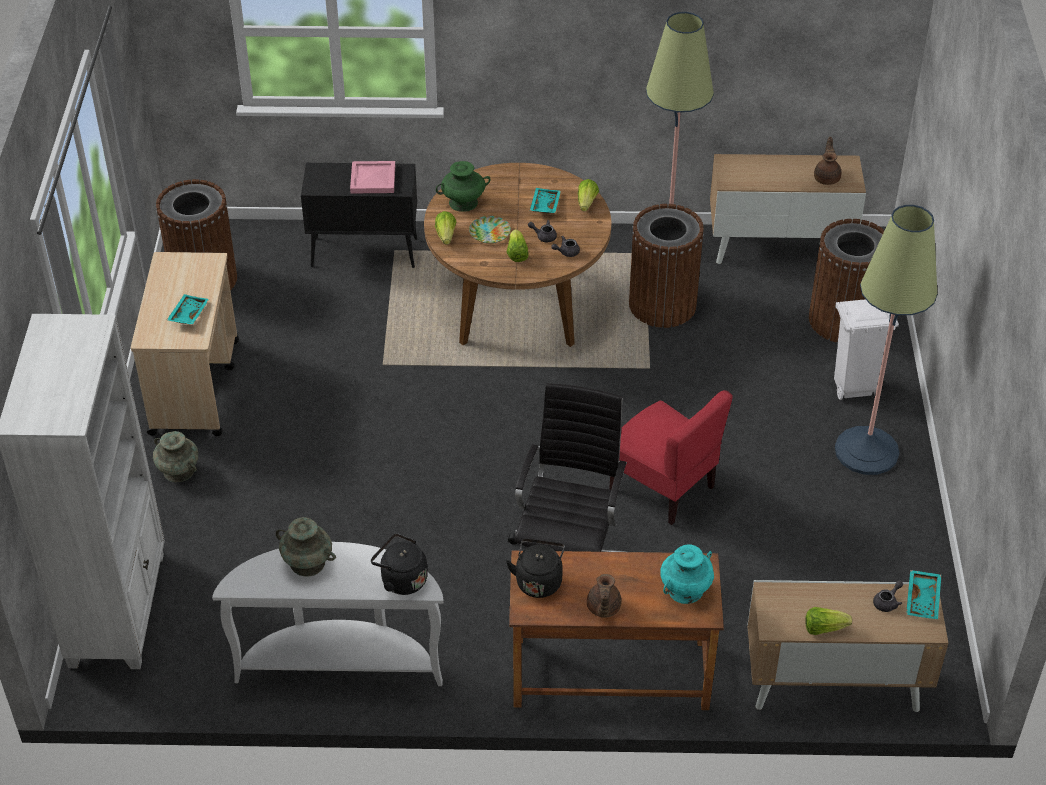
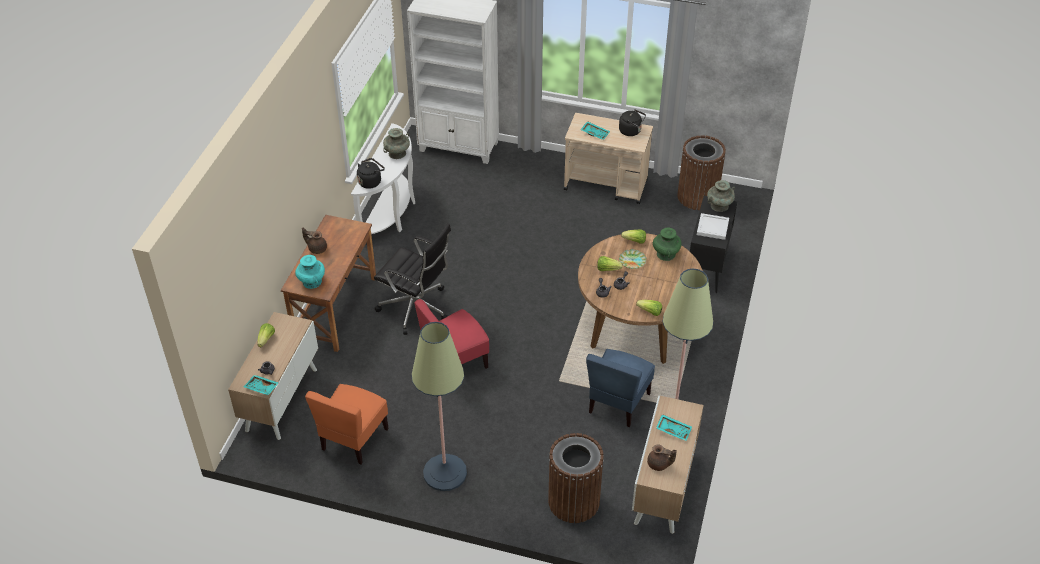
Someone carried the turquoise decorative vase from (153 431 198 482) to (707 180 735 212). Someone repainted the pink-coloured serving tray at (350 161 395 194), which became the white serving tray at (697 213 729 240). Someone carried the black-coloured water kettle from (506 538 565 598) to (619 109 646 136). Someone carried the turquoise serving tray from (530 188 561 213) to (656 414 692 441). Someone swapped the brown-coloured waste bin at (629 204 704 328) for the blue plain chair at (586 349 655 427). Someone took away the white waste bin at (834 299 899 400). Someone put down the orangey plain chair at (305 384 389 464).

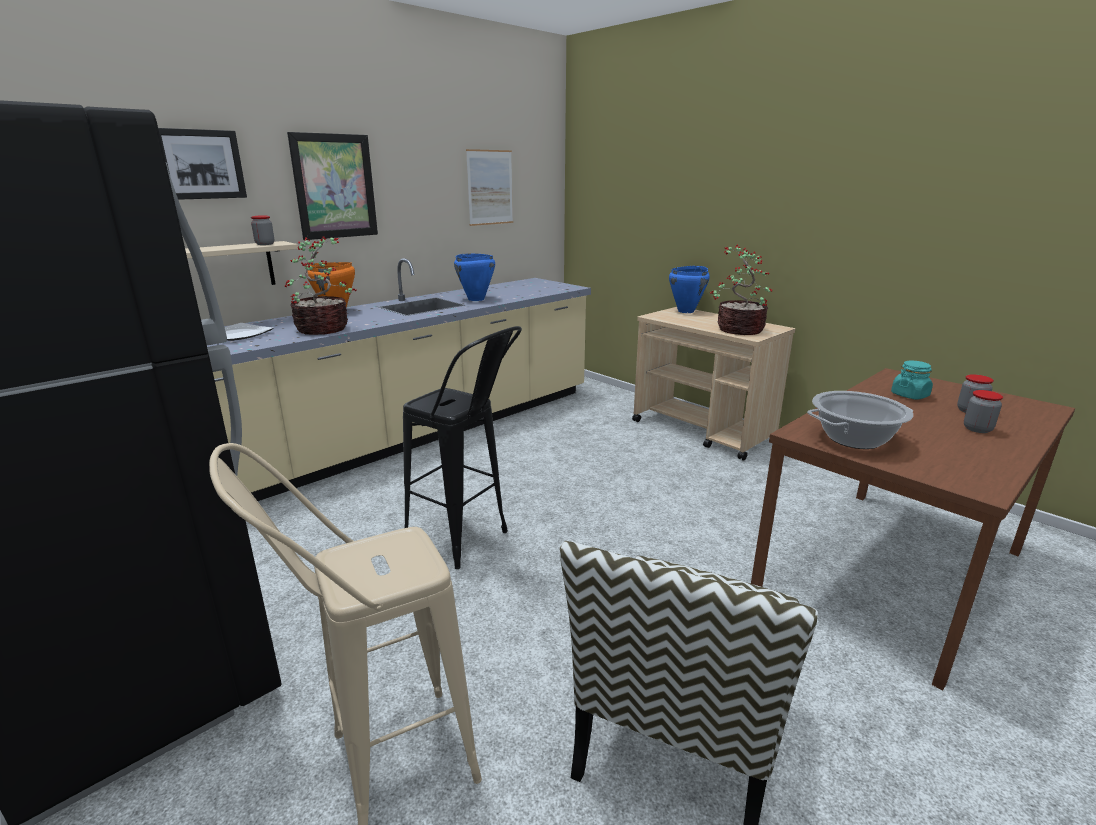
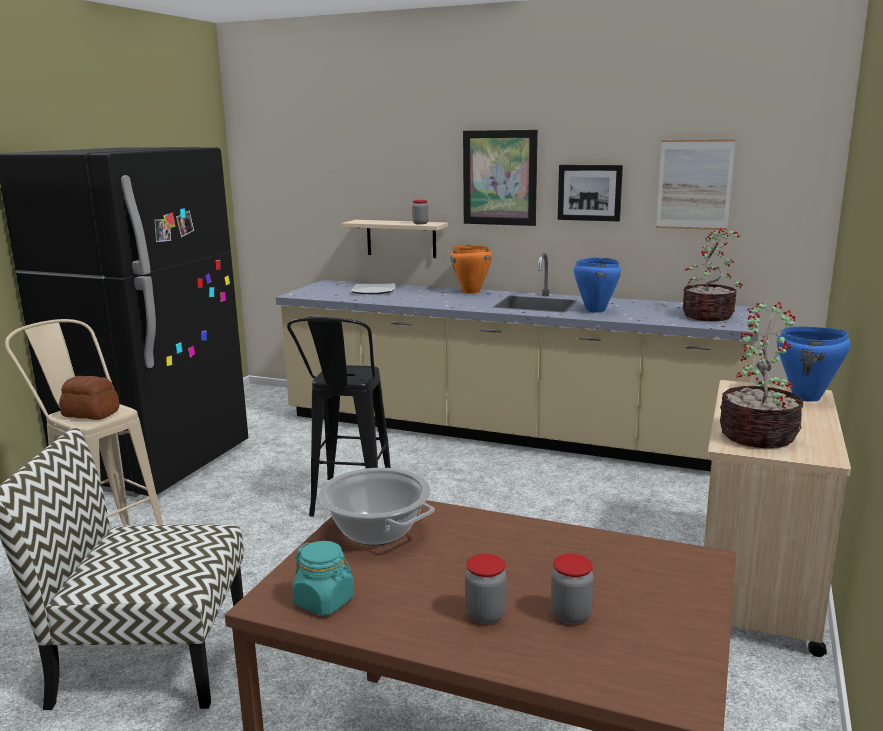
Someone carried the picture from (158 128 247 200) to (558 165 623 221). Someone carried the houseplant from (285 236 356 335) to (682 228 743 321). Someone carried the turquoise jar from (891 361 933 400) to (293 541 354 615). Someone put down the baked bread at (59 376 120 420).

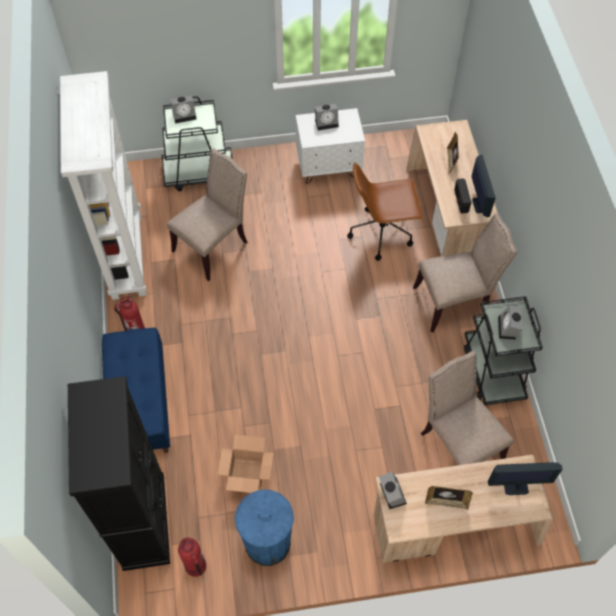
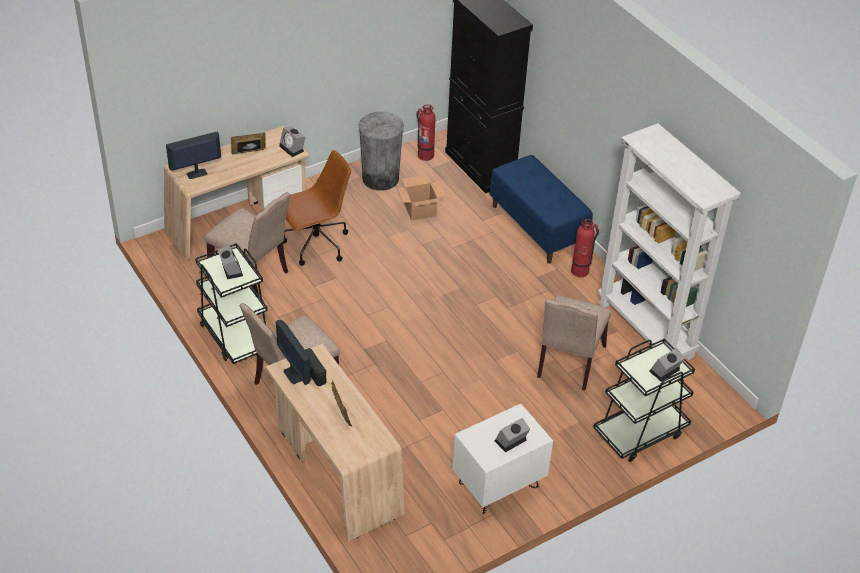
Someone repainted the blue waste bin at (235 490 294 566), which became the grey waste bin at (358 112 404 191). Someone carried the brown-coloured desk chair from (347 162 423 261) to (283 150 351 266).

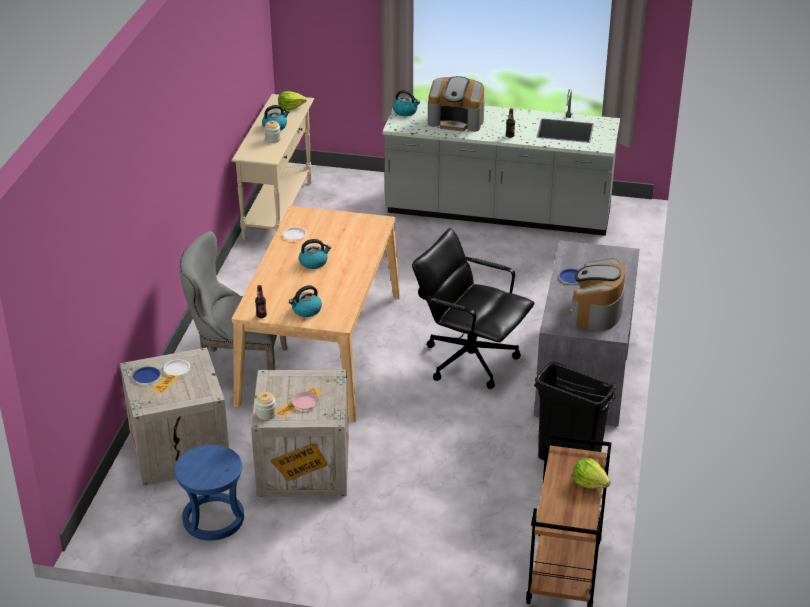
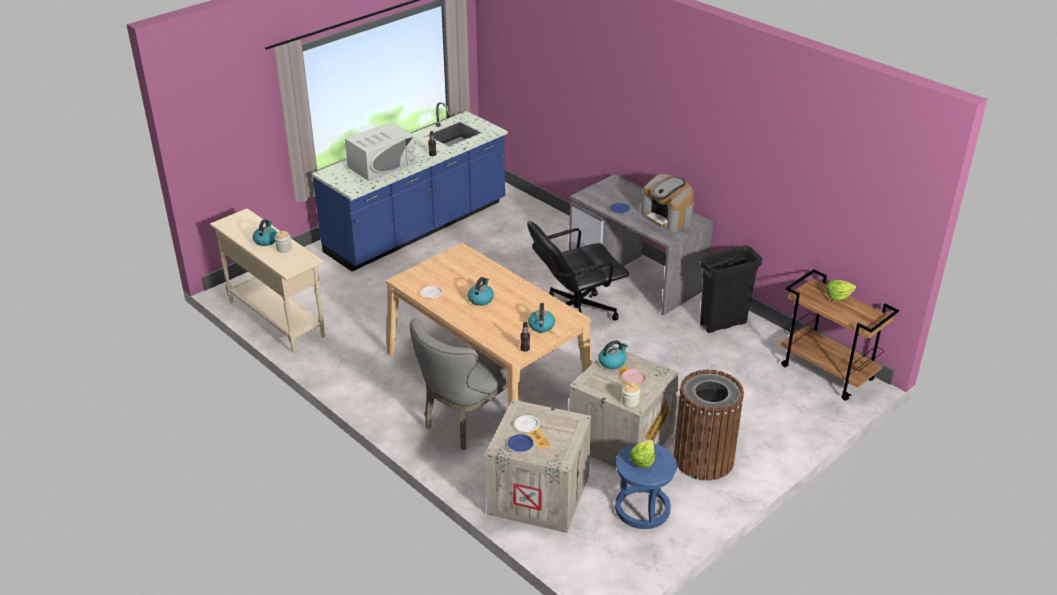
Someone carried the head of lettuce from (278 91 307 111) to (629 439 655 468). Someone repainted the grey kitchen counter at (383 89 620 236), which became the blue kitchen counter at (311 102 508 272). Someone carried the water kettle from (393 90 420 116) to (598 340 628 369). Someone swapped the coffee machine at (428 76 485 132) for the white microwave at (345 122 416 181). Someone put down the brown-coloured waste bin at (674 370 744 480).

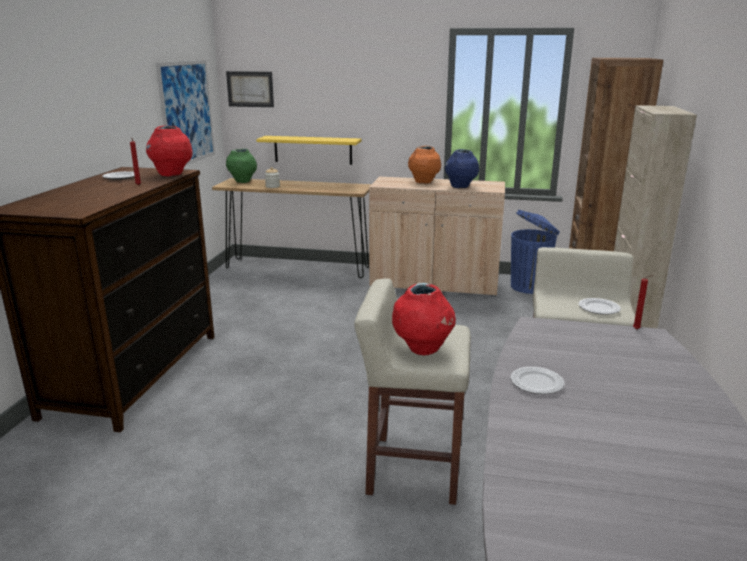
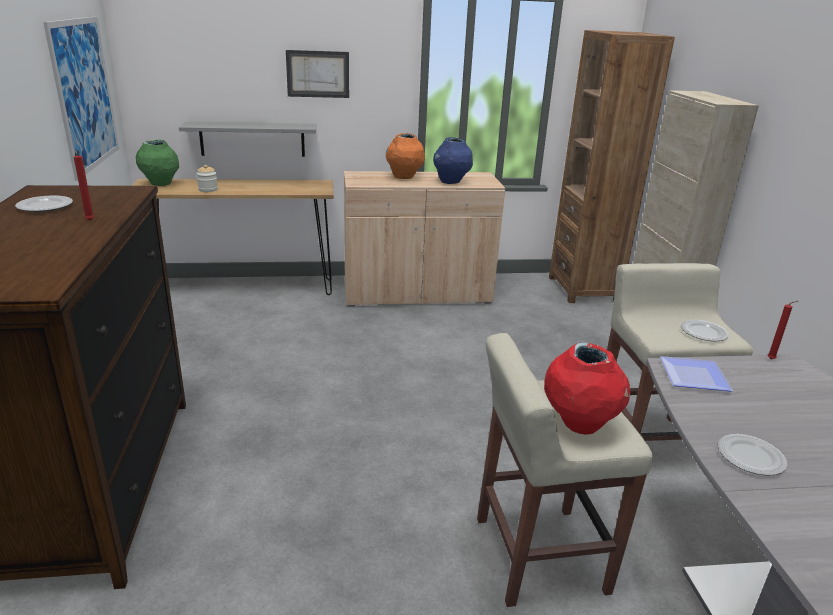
Someone took away the red-coloured decorative vase at (146 125 193 176). Someone carried the picture from (226 71 274 107) to (286 50 349 98). Someone repainted the yellow wall shelf at (256 136 362 165), which became the grey wall shelf at (179 121 316 157). Someone took away the blue waste bin at (511 210 560 294). Someone put down the plate at (660 356 733 391).

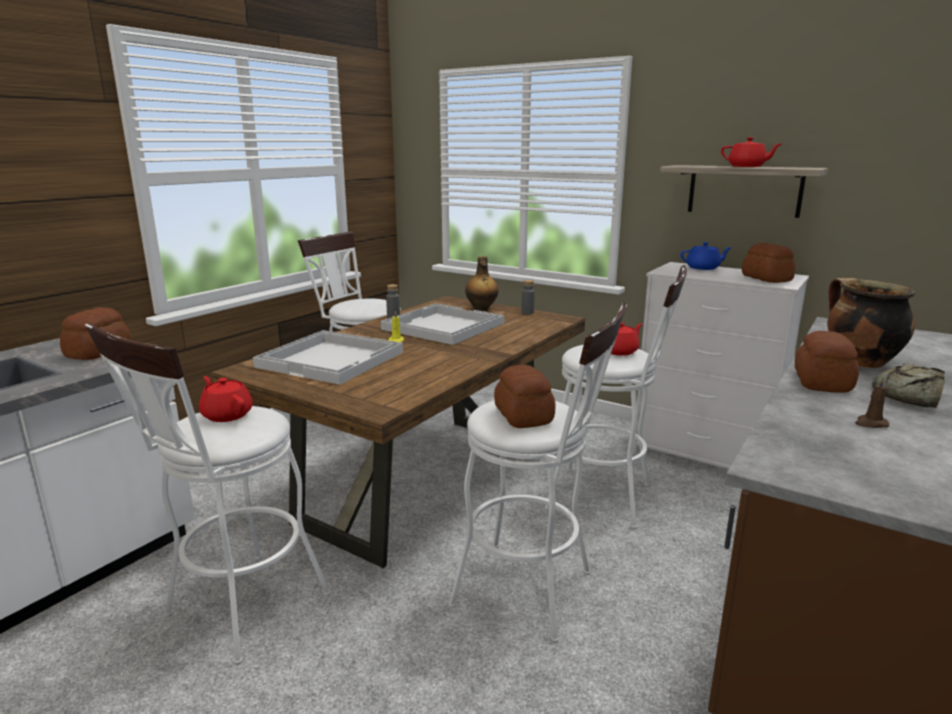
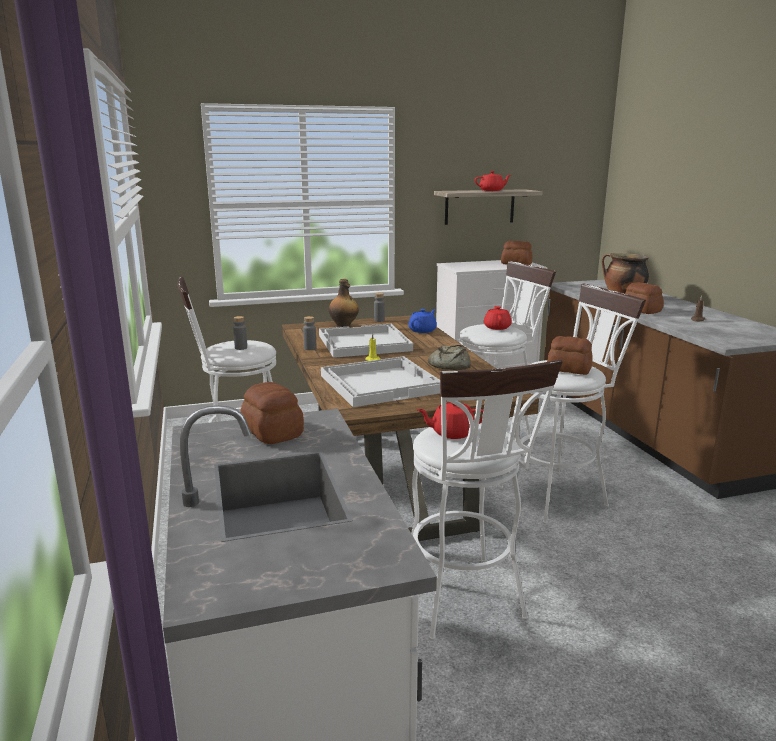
Someone carried the blue tea pot from (680 242 732 270) to (408 309 437 333). Someone carried the baked bread from (872 363 945 408) to (428 345 471 370). Someone put down the grey drink bottle at (233 316 247 350).

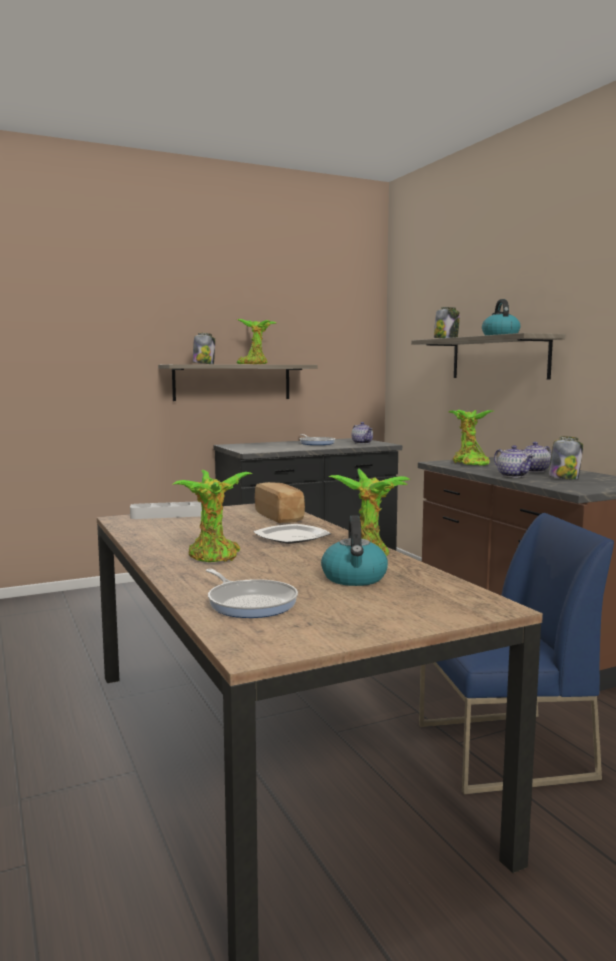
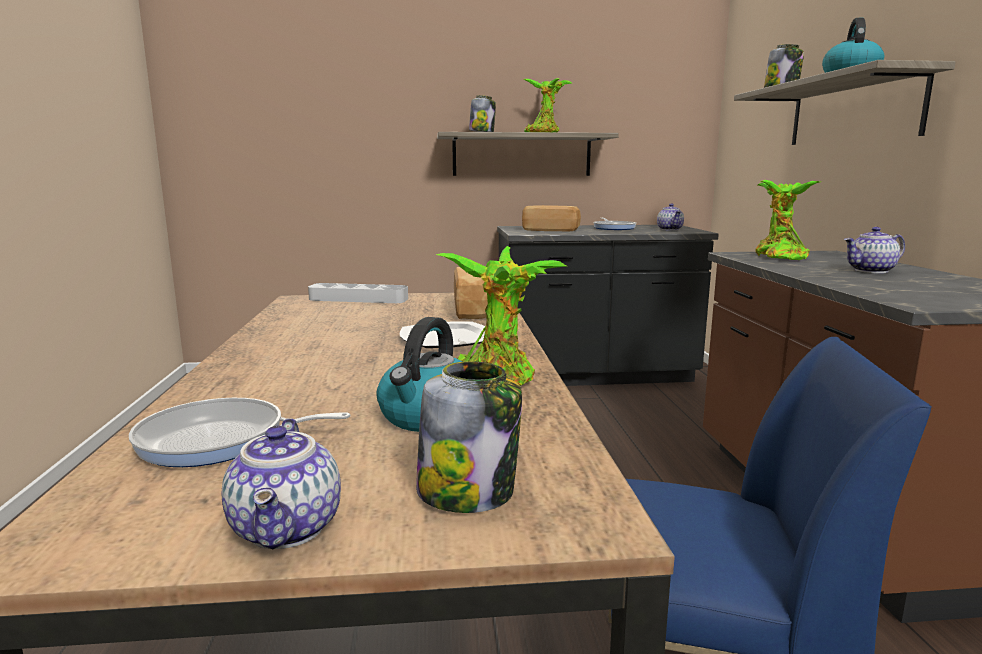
Someone took away the houseplant at (172 470 253 562). Someone rotated the frying pan at (206 569 298 618) by 105 degrees clockwise. Someone carried the tea pot from (494 445 534 478) to (221 418 341 549). Someone carried the jar from (549 436 583 480) to (416 361 522 513). Someone put down the baked bread at (522 205 581 231).

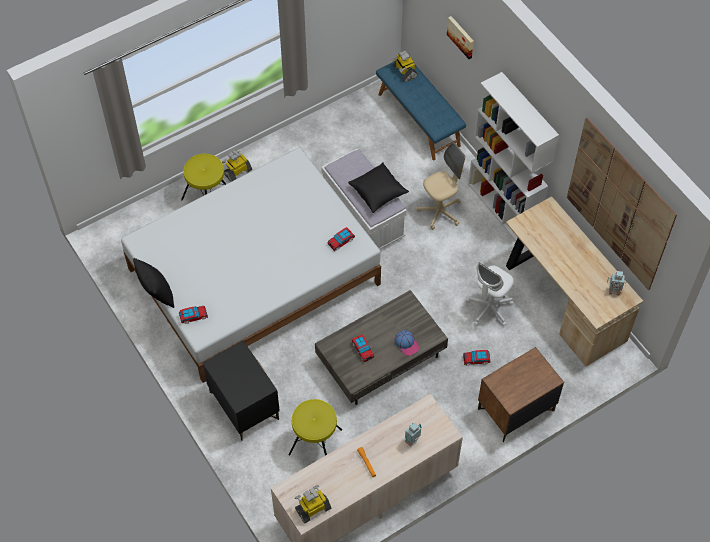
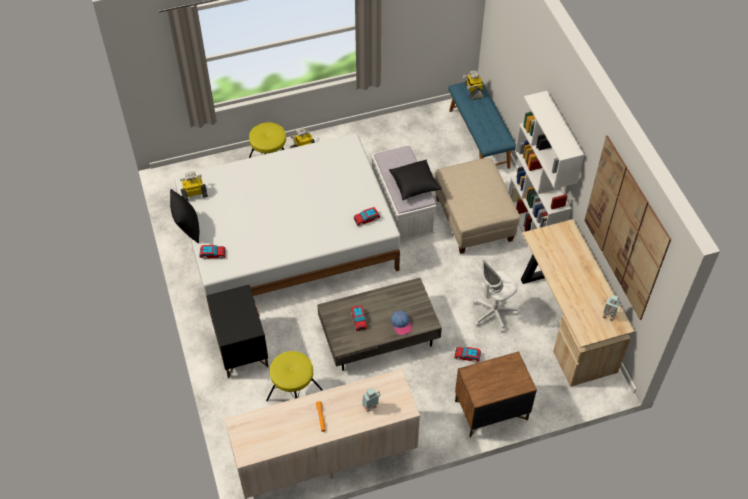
Someone carried the toy robot from (295 485 331 523) to (180 172 208 201). Someone swapped the sand-coloured desk chair at (417 142 466 230) for the sand-coloured ottoman at (434 158 520 254). Someone took away the picture at (447 16 474 59).

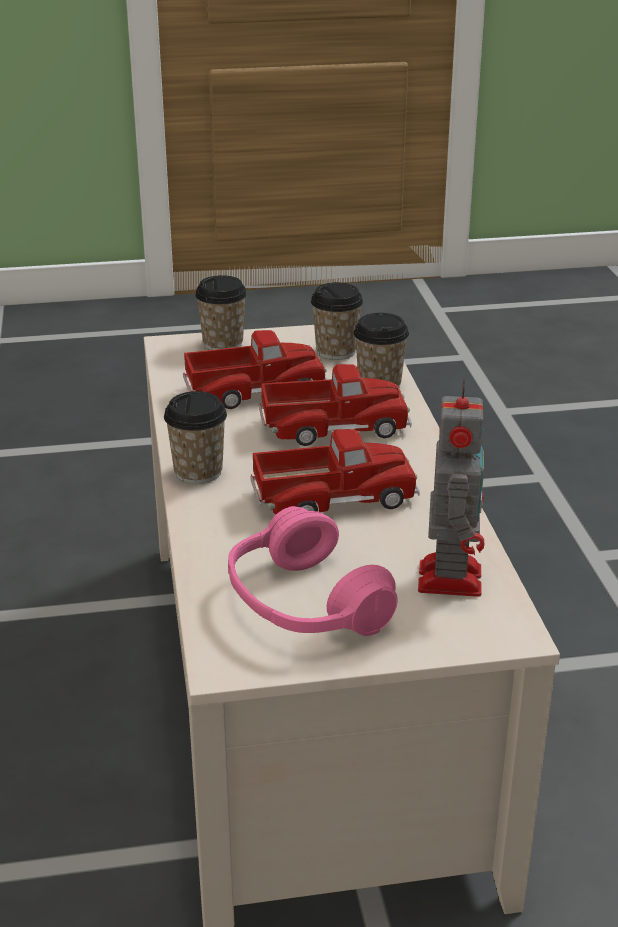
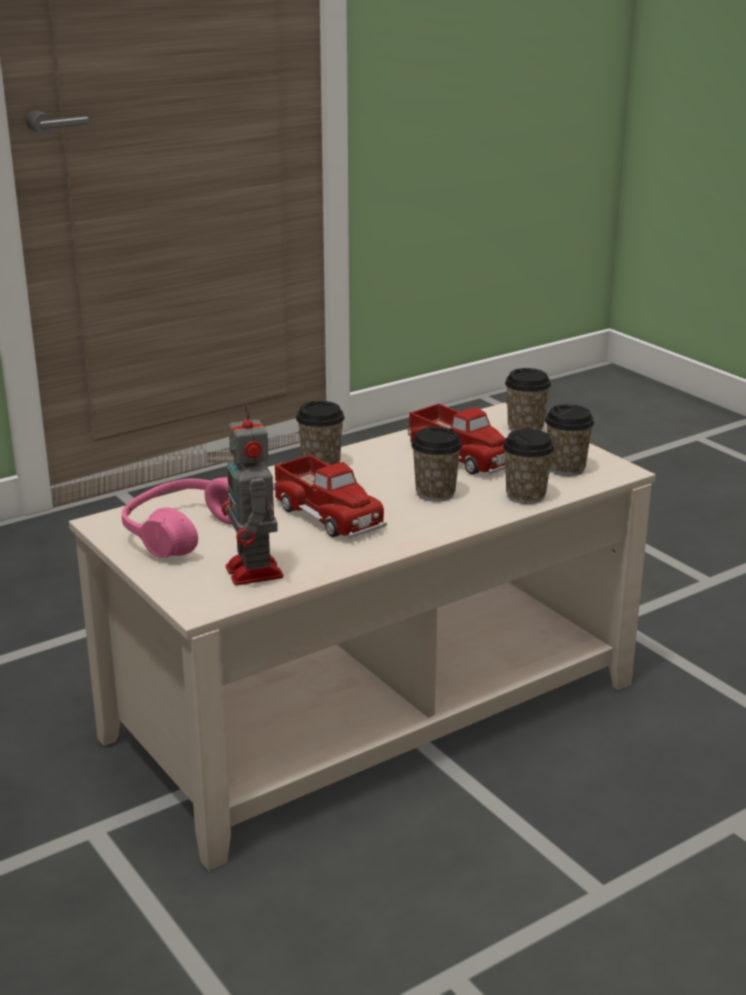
Someone swapped the toy truck at (259 364 412 446) for the cup at (411 427 462 502). Someone rotated the toy robot at (418 378 484 597) by 90 degrees clockwise.

